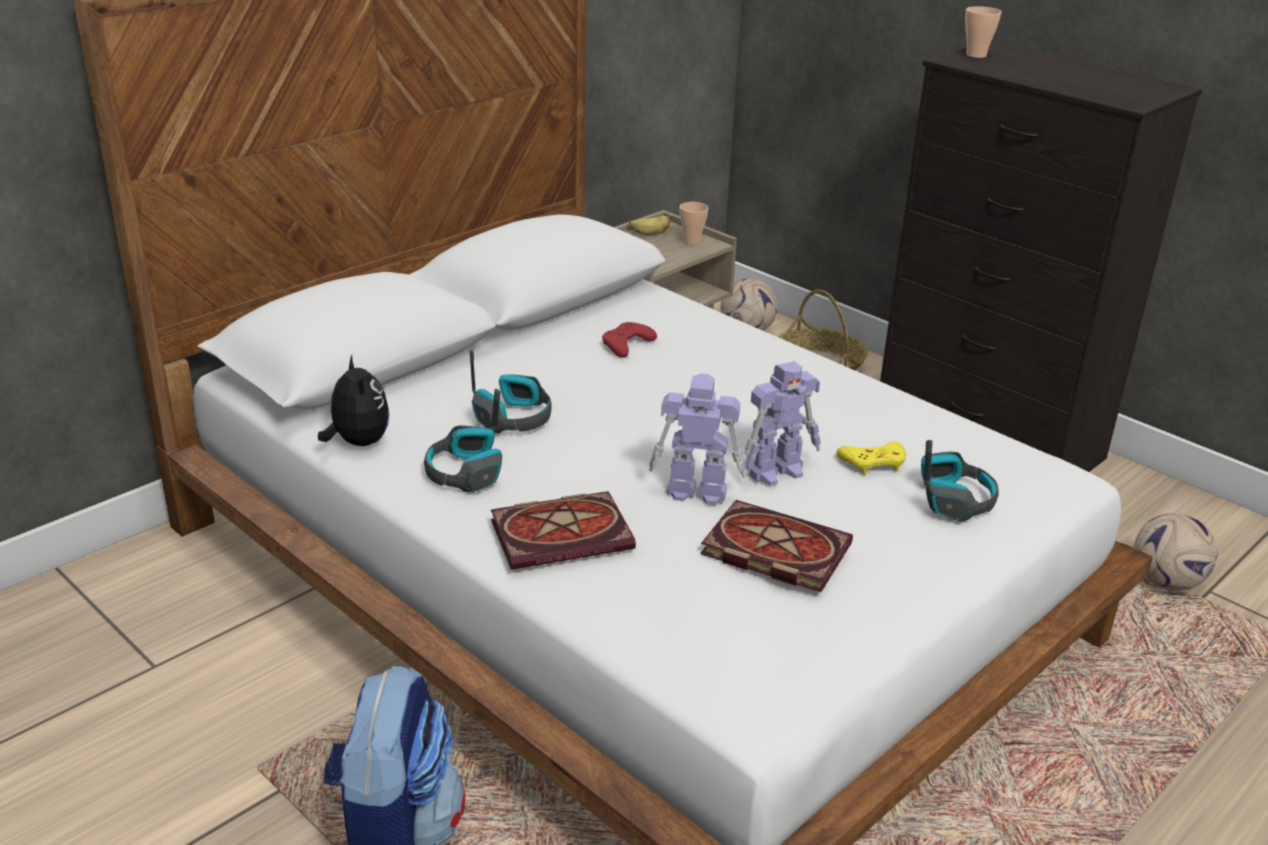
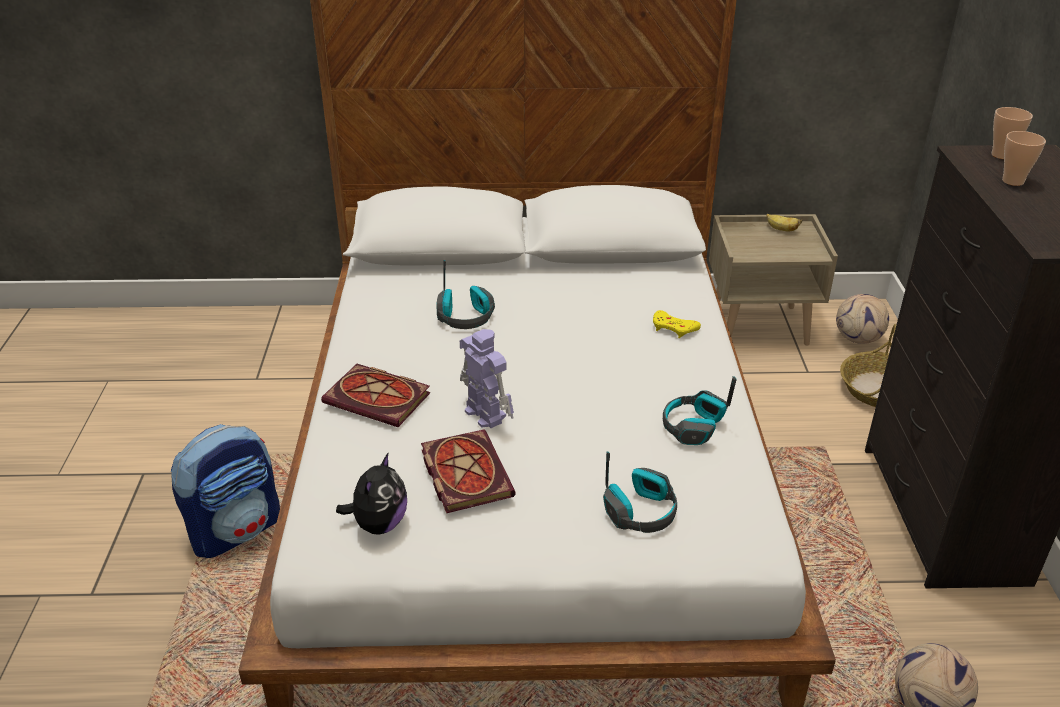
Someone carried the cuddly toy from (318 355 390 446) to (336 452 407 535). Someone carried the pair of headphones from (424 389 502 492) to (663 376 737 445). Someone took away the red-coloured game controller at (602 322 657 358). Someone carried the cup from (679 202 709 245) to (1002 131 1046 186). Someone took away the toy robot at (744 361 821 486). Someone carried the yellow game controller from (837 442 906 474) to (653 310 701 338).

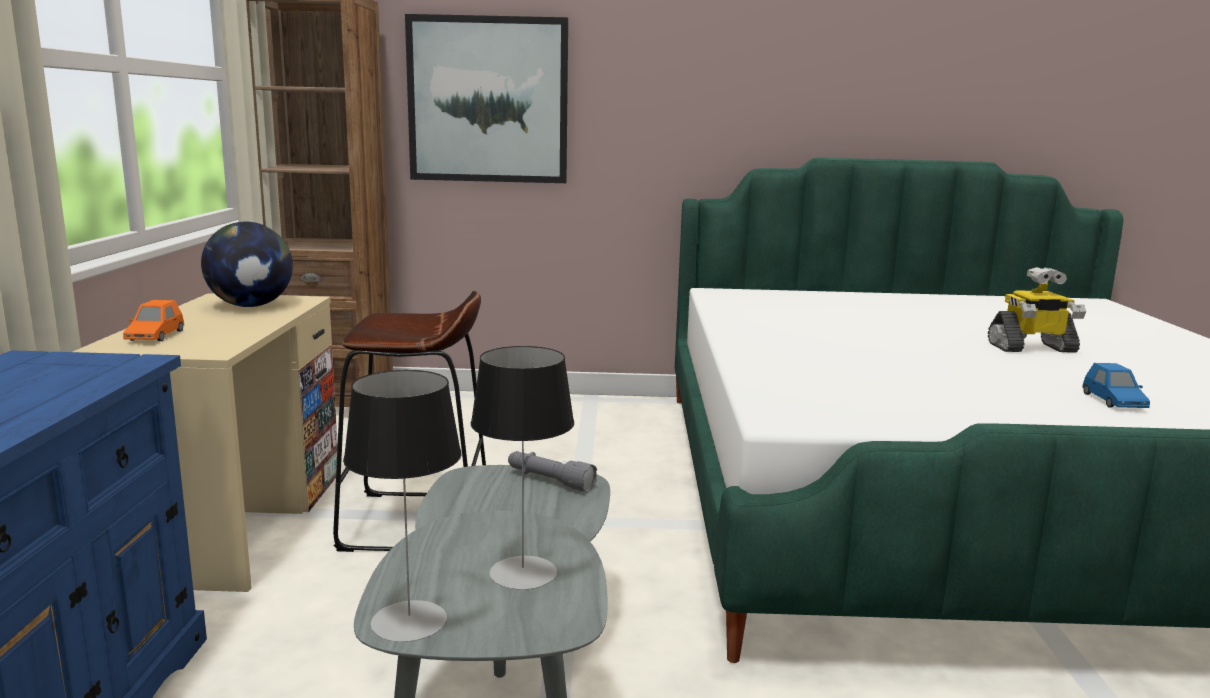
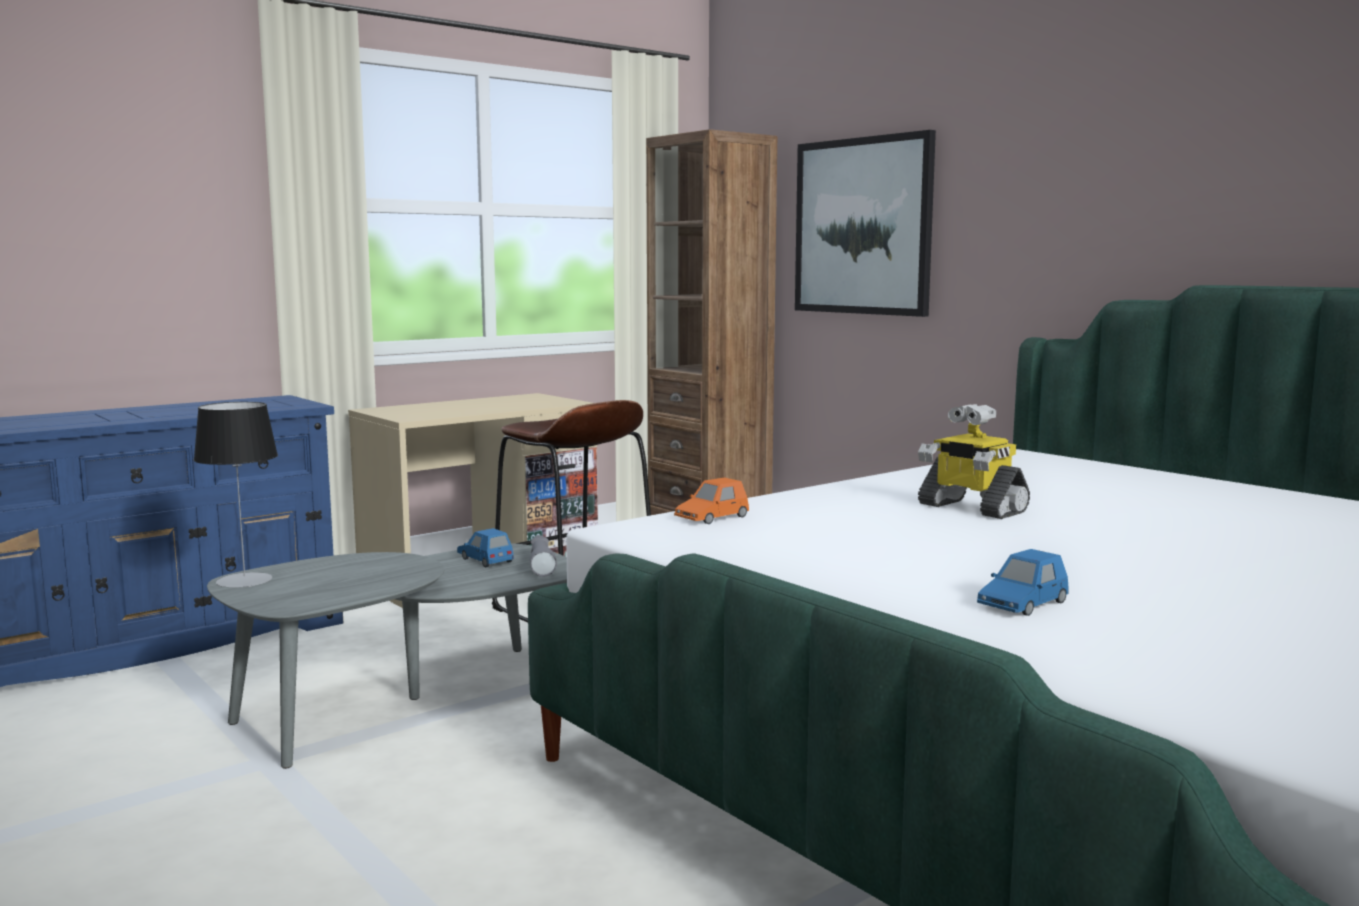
Someone carried the orangey model car from (123 300 184 341) to (674 478 749 524). Someone took away the world globe at (201 222 293 307). Someone took away the table lamp at (471 346 574 590). Someone carried the toy robot from (988 267 1086 353) to (918 404 1030 519). Someone put down the blue model car at (457 528 514 567).

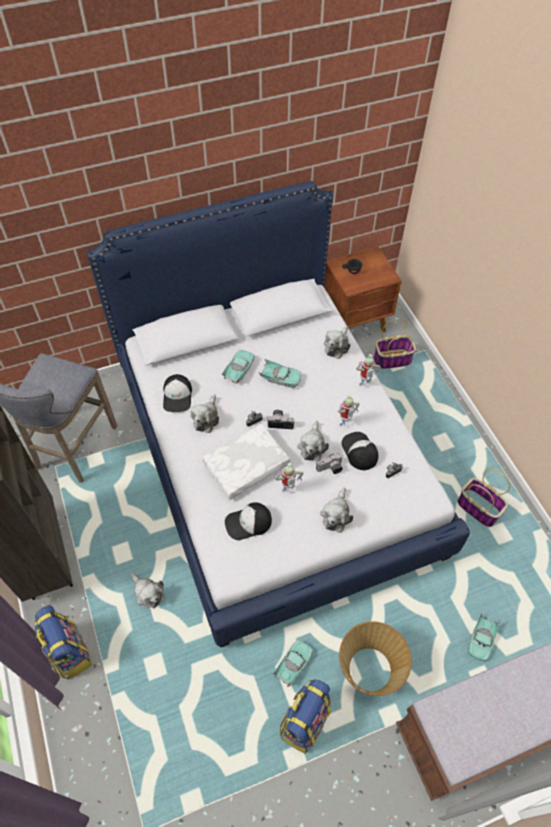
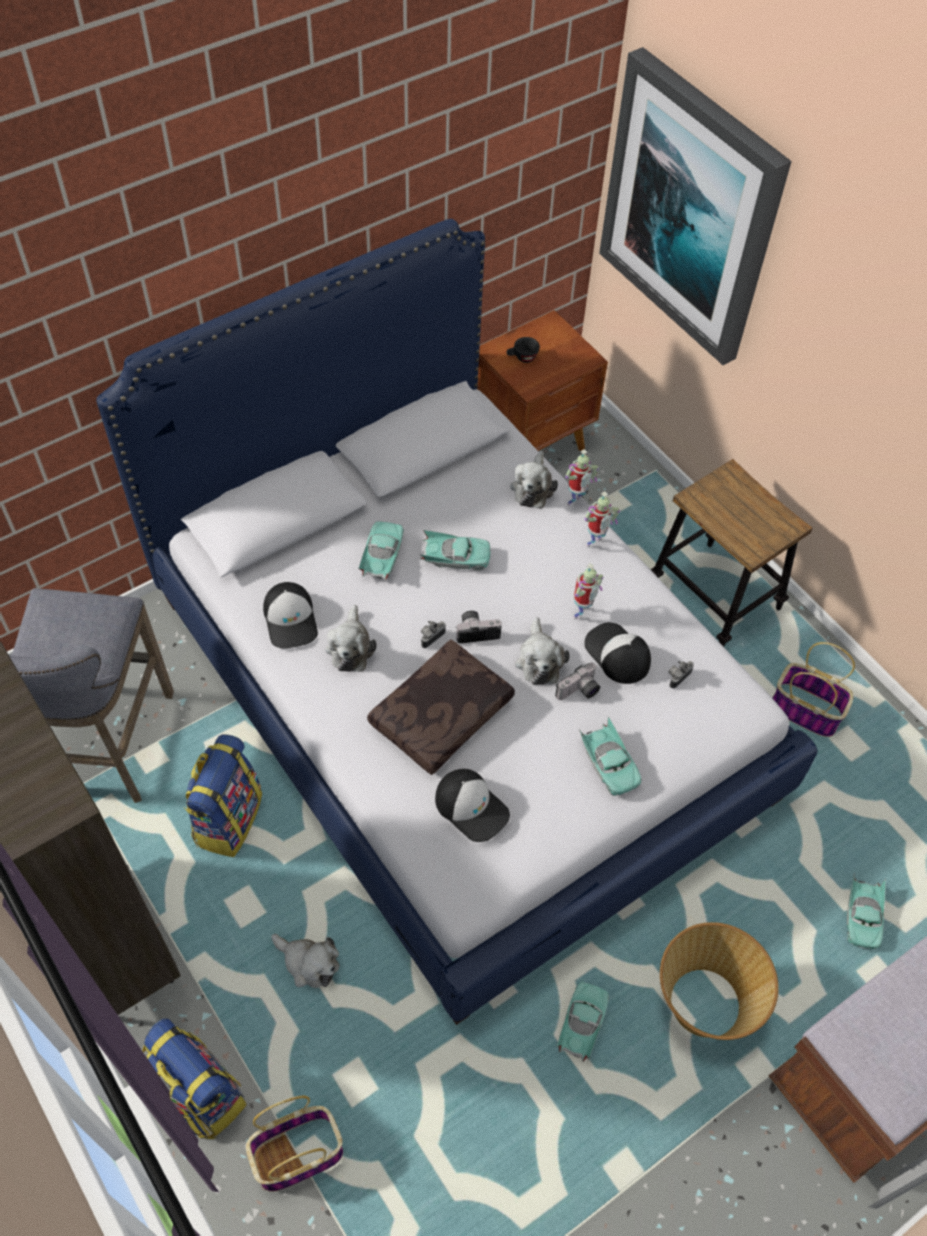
Someone repainted the white cushion at (202 424 291 500), which became the brown-coloured cushion at (367 639 515 775). Someone rotated the baseball cap at (225 502 272 540) by 105 degrees counterclockwise. Someone carried the toy robot from (275 463 304 492) to (565 449 599 506). Someone carried the backpack from (280 679 331 754) to (184 734 262 857). Someone swapped the cuddly toy at (320 488 353 533) for the turquoise model car at (579 716 642 796). Someone carried the basket from (374 319 416 369) to (246 1096 343 1192). Someone put up the picture at (599 47 792 365). Someone put down the stool seat at (650 459 813 647).

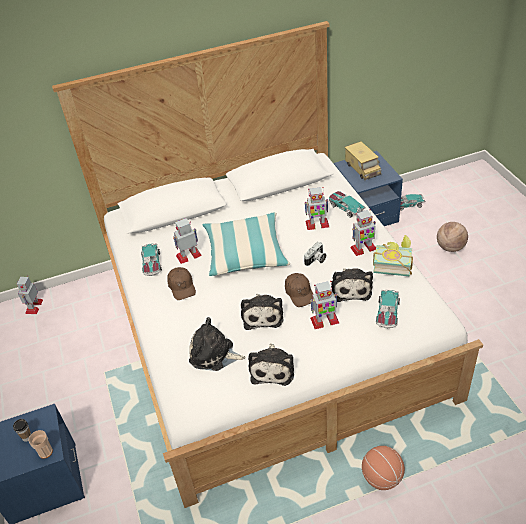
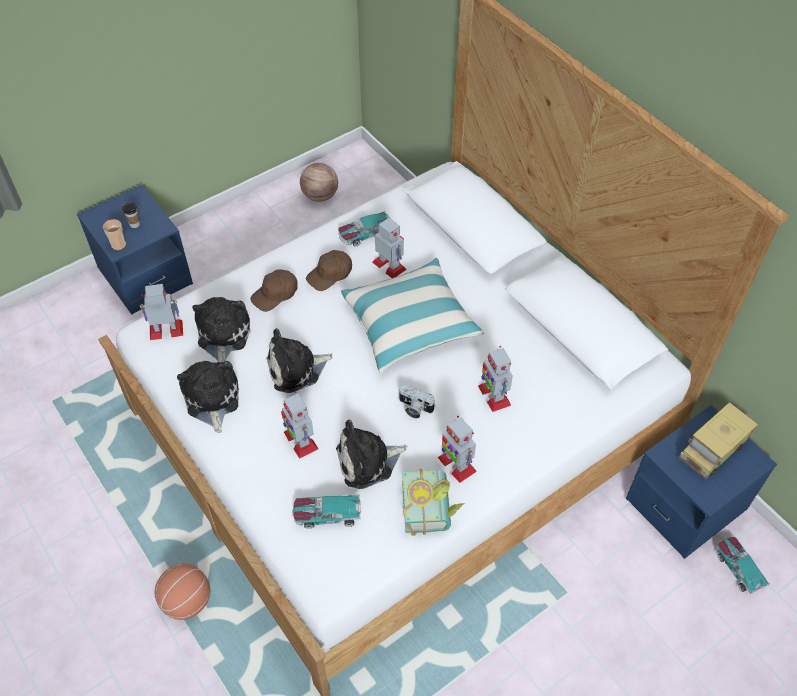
Someone carried the toy robot from (17 275 43 314) to (140 284 183 340). Someone rotated the cuddly toy at (248 343 294 386) by 90 degrees clockwise. Someone carried the brown-coloured baseball cap from (285 273 313 307) to (250 269 298 312). Someone took away the model car at (329 191 366 218). Someone carried the ball for basketball from (437 222 468 252) to (300 163 338 202).

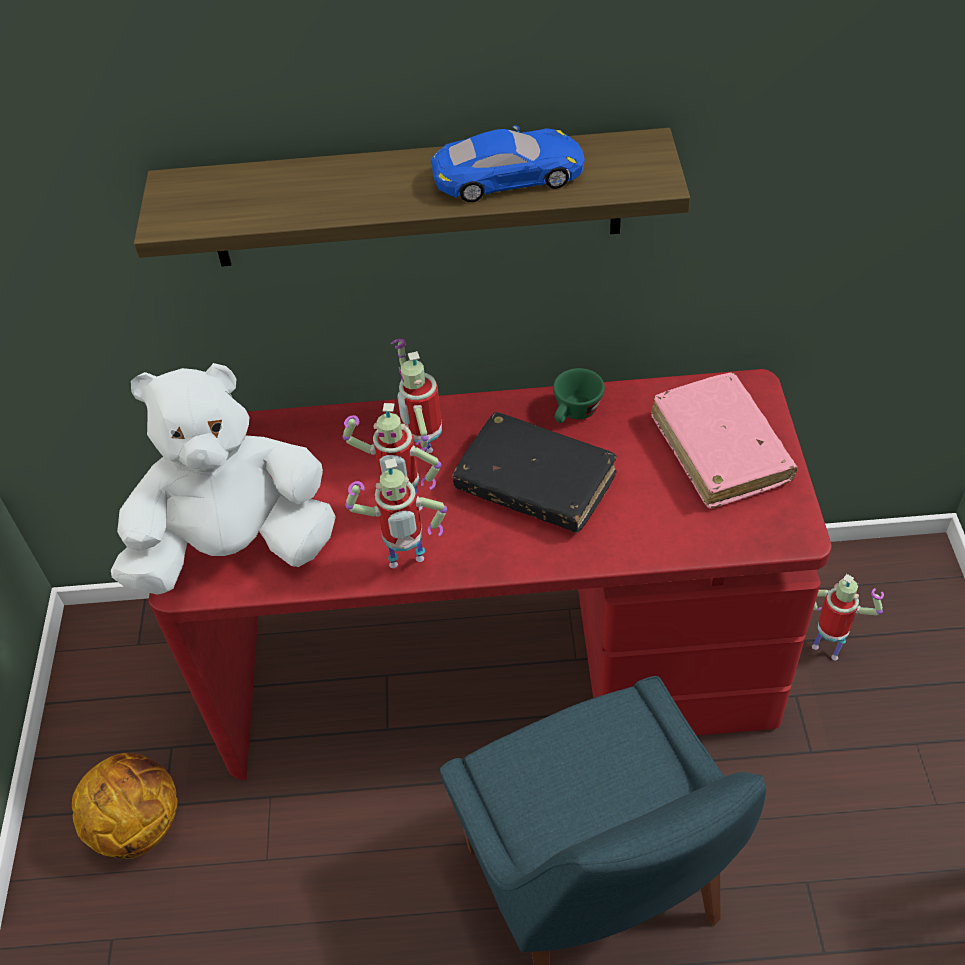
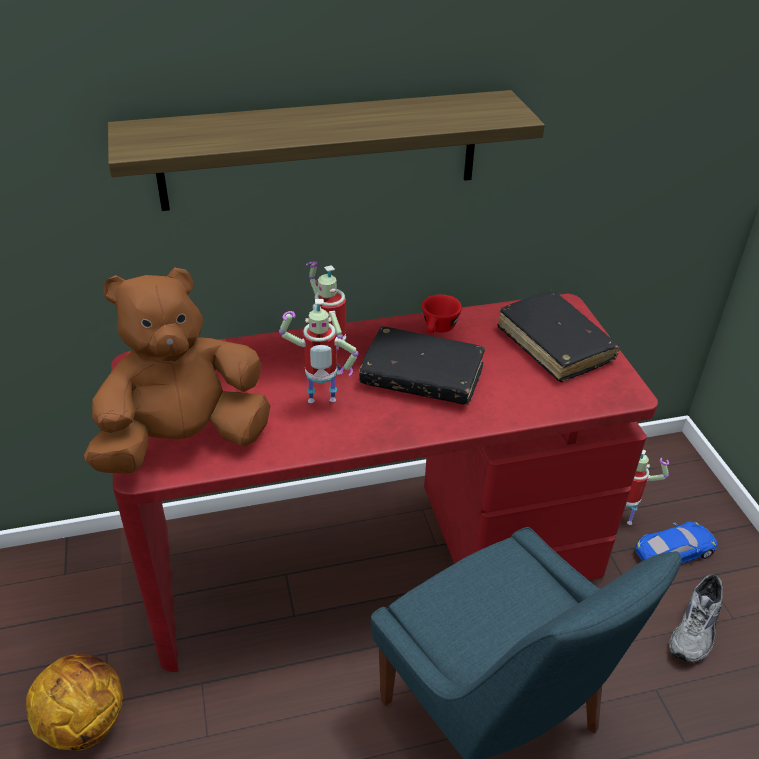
Someone repainted the white cuddly toy at (111 363 336 595), which became the brown-coloured cuddly toy at (84 268 270 474). Someone took away the toy robot at (345 458 447 568). Someone carried the blue model car from (431 125 585 202) to (635 521 718 564). Someone repainted the greenish cup at (553 368 605 423), which became the red-coloured cup at (422 294 462 333). Someone repainted the pink-coloured book at (651 372 797 509), which became the black-coloured book at (497 291 620 382). Someone put down the grey shoe at (669 575 723 662).

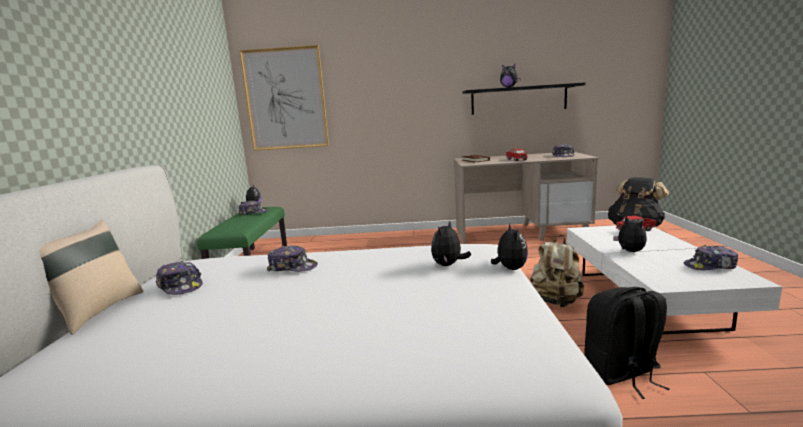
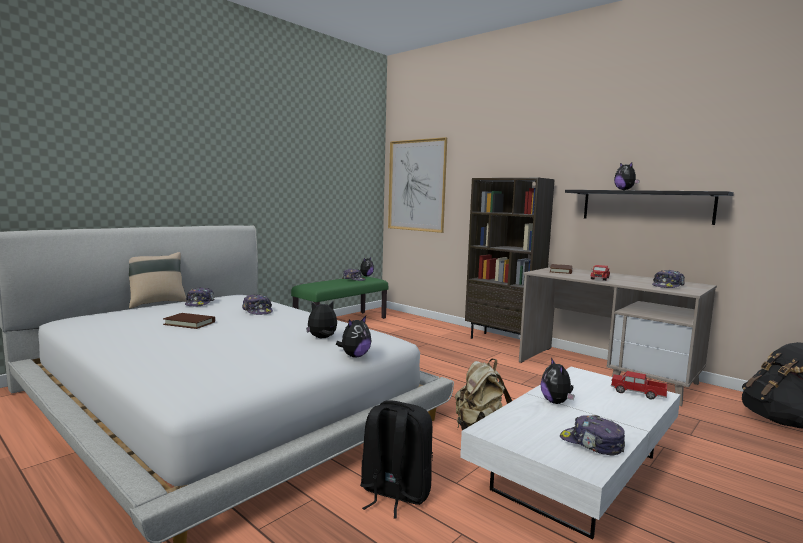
Someone rotated the cuddly toy at (613 216 647 252) by 150 degrees clockwise. Someone put down the brown-coloured book at (163 313 215 329). Someone put down the brown-coloured bookshelf at (465 178 555 339).

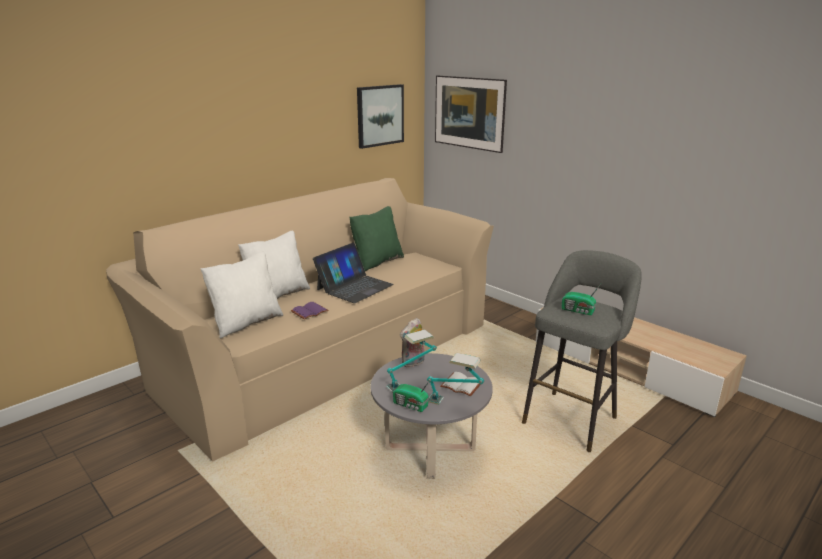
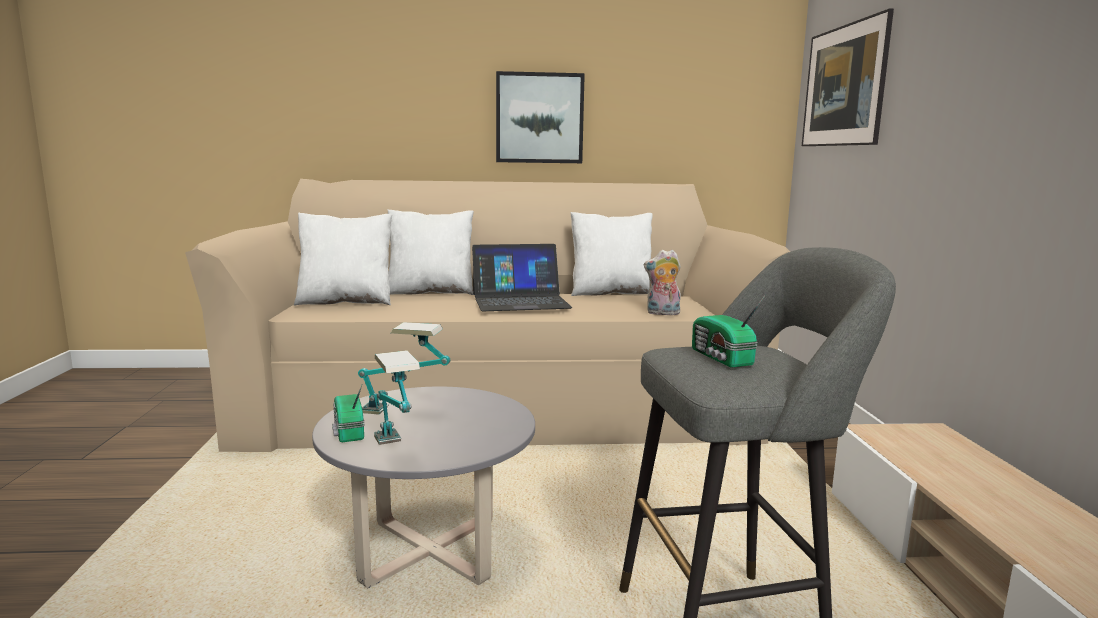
Someone took away the purplish book at (291 302 329 320). Someone repainted the greenish cushion at (349 206 404 271), which became the white cushion at (570 212 653 296). Someone carried the picture from (357 84 404 149) to (496 71 585 163). Someone carried the cuddly toy from (400 318 424 367) to (644 249 681 315). Someone took away the white book at (440 372 481 396).

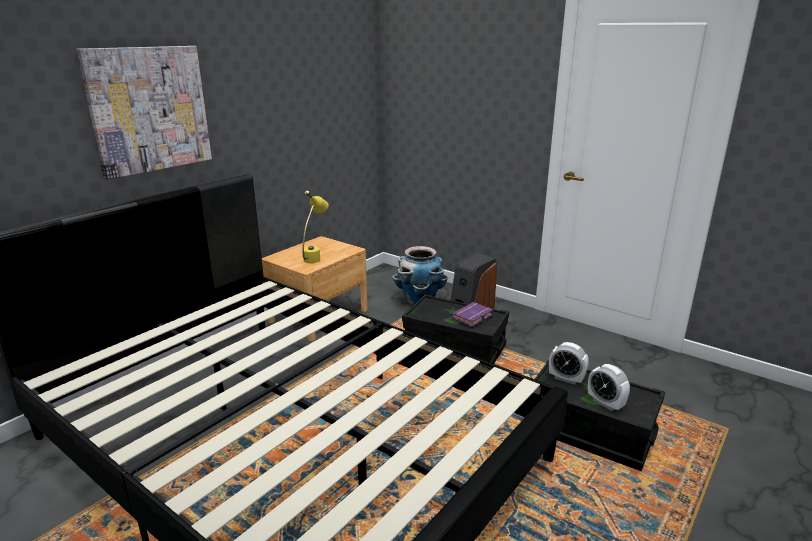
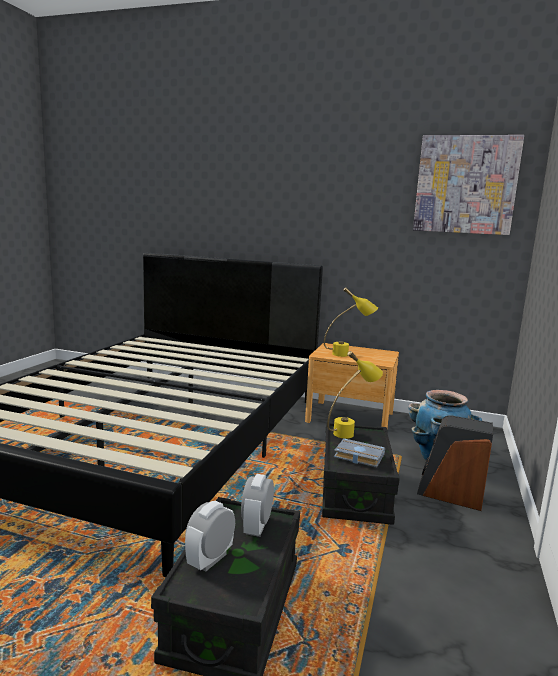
Someone carried the picture from (76 46 212 180) to (413 135 524 235). Someone repainted the purplish book at (451 302 493 327), which became the grey book at (334 438 385 467). Someone put down the yellow table lamp at (327 351 383 439).

